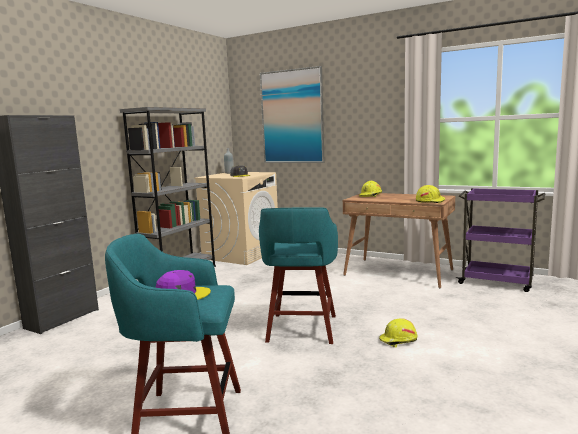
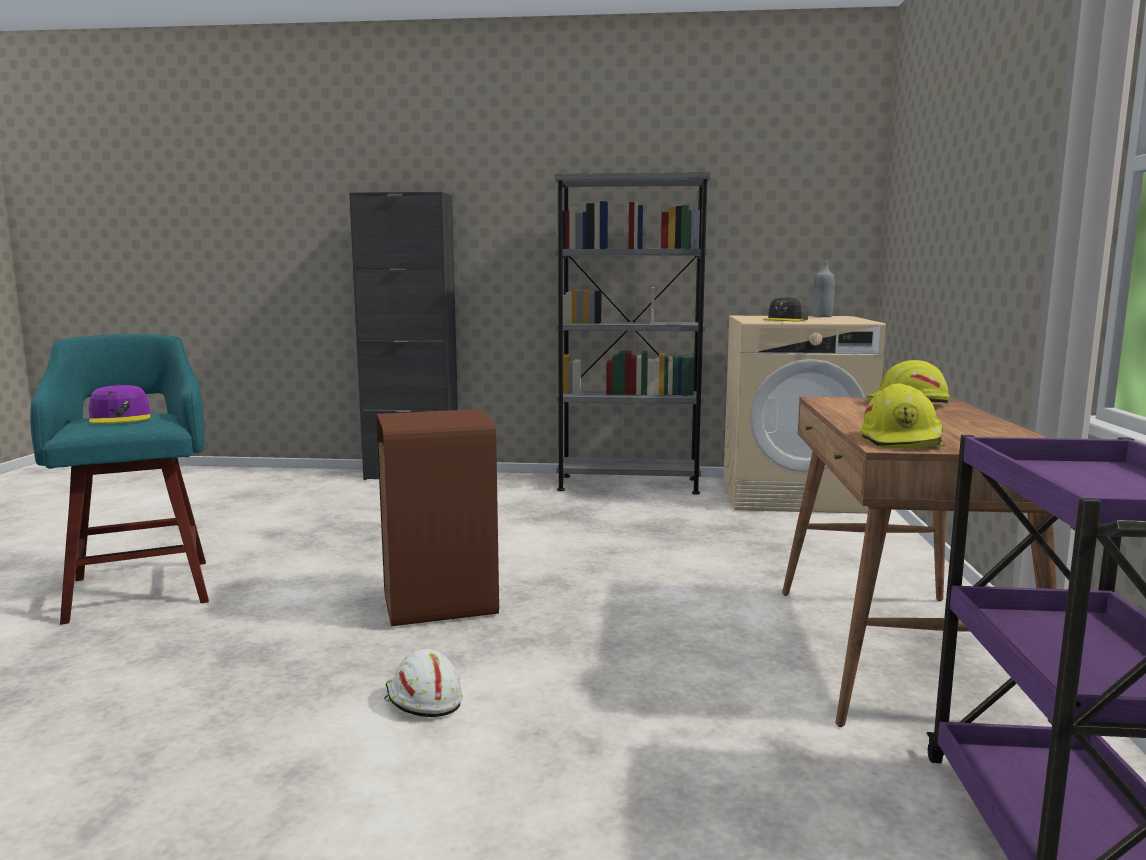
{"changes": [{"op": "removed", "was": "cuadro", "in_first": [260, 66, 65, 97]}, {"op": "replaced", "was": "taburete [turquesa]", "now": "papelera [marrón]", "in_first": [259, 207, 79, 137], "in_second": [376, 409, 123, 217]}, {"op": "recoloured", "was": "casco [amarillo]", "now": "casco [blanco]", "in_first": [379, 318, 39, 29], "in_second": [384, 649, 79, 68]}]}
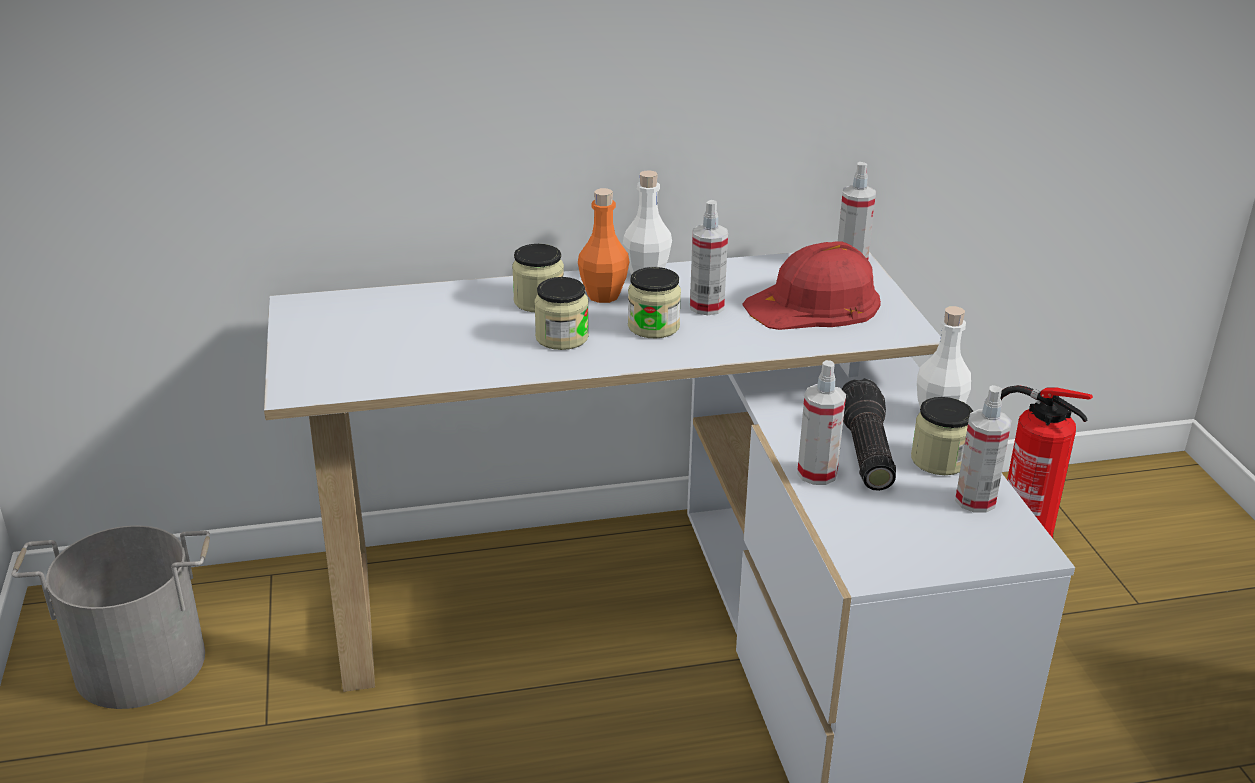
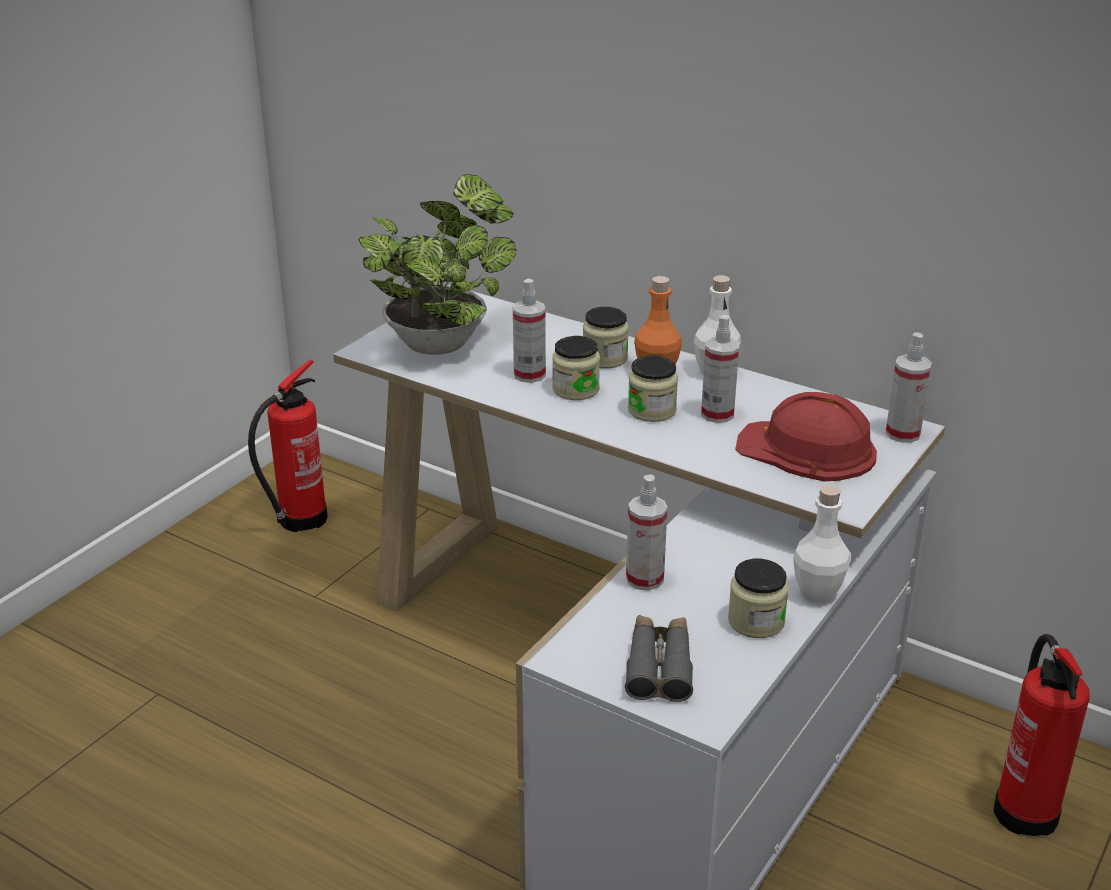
{"changes": [{"op": "removed", "was": "linterna", "in_first": [842, 378, 54, 113]}, {"op": "added", "now": "planta en maceta", "in_second": [358, 174, 159, 181]}, {"op": "added", "now": "prismáticos [gris]", "in_second": [625, 615, 68, 87]}, {"op": "moved", "was": "pulverizador", "in_first": [955, 385, 57, 128], "in_second": [513, 279, 33, 104]}, {"op": "replaced", "was": "cubo [gris]", "now": "extintor", "in_first": [11, 525, 199, 184], "in_second": [248, 360, 80, 172]}]}
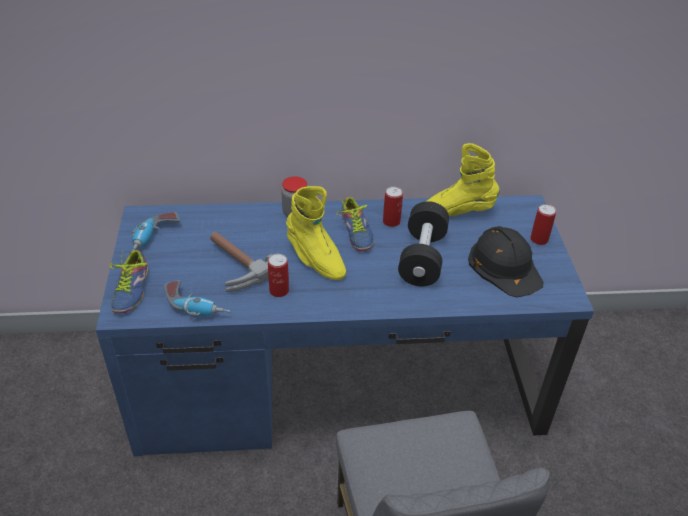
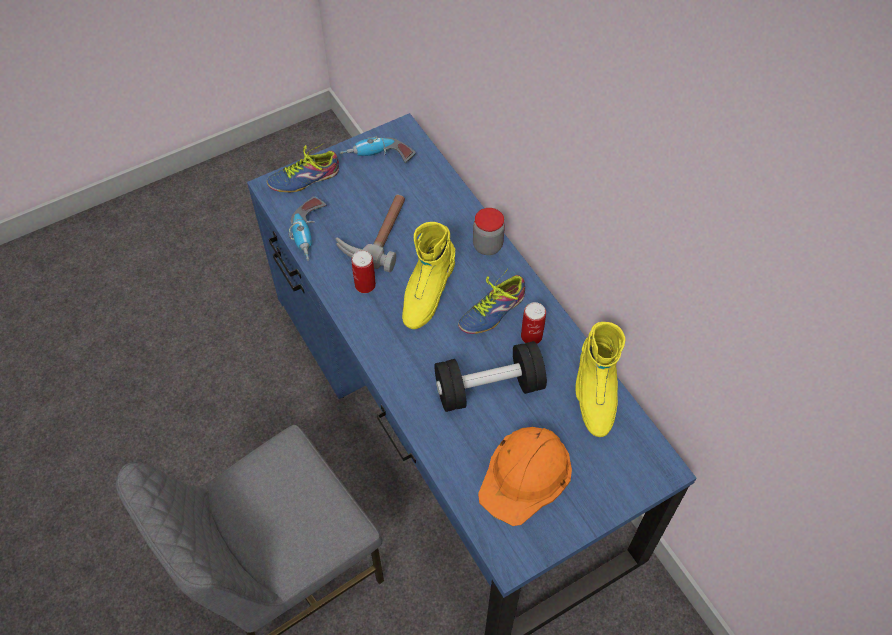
{"changes": [{"op": "removed", "was": "lata", "in_first": [530, 204, 26, 41]}, {"op": "recoloured", "was": "casco [negro]", "now": "casco [naranja]", "in_first": [468, 226, 76, 72], "in_second": [478, 427, 94, 99]}, {"op": "turned", "was": "bota [amarillo]", "in_first": [427, 143, 73, 73], "in_second": [575, 322, 50, 115], "clockwise": -150}]}
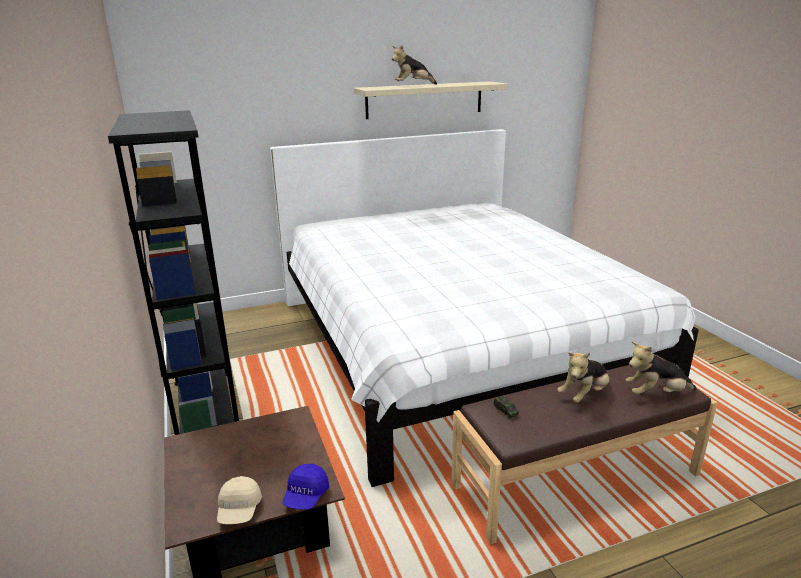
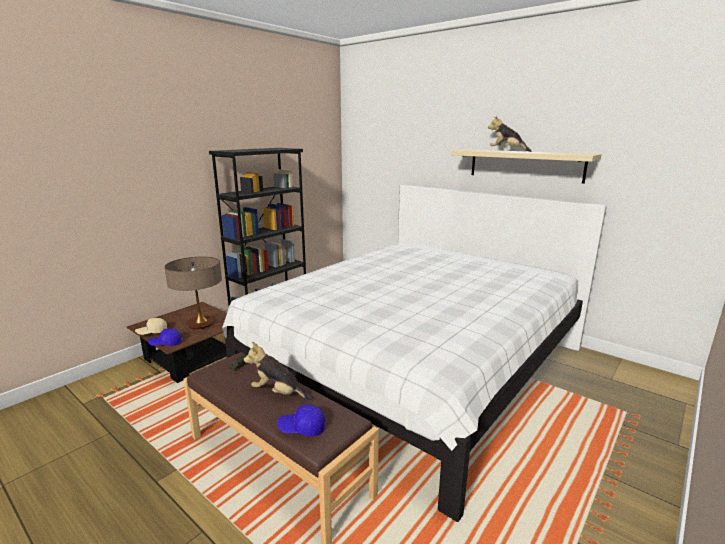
{"changes": [{"op": "added", "now": "lámpara de mesa", "in_second": [164, 257, 58, 73]}, {"op": "replaced", "was": "peluche", "now": "gorra [azul]", "in_first": [626, 342, 71, 52], "in_second": [277, 404, 48, 32]}]}
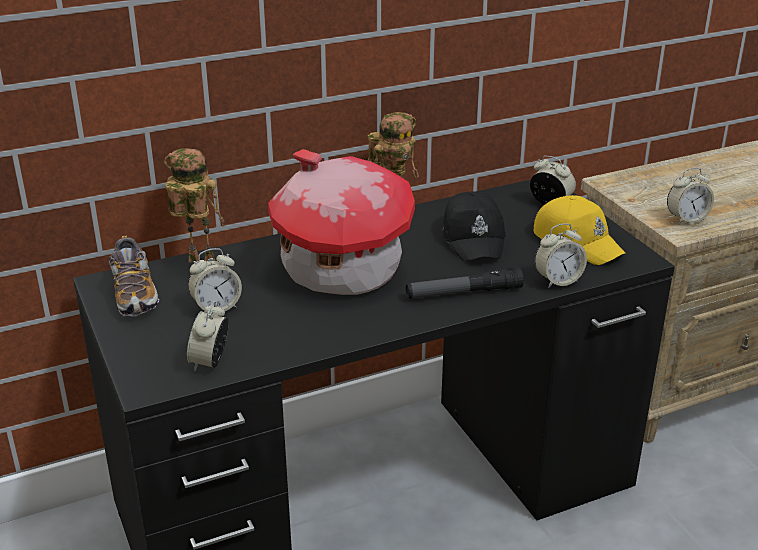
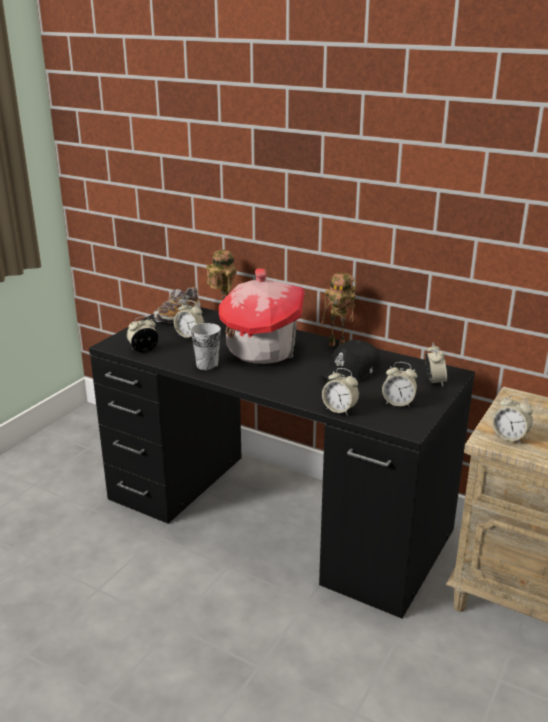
{"changes": [{"op": "removed", "was": "linterna", "in_first": [406, 268, 117, 31]}, {"op": "added", "now": "taza", "in_second": [191, 323, 30, 47]}, {"op": "replaced", "was": "gorra [amarillo]", "now": "despertador", "in_first": [534, 195, 91, 70], "in_second": [382, 362, 35, 45]}]}
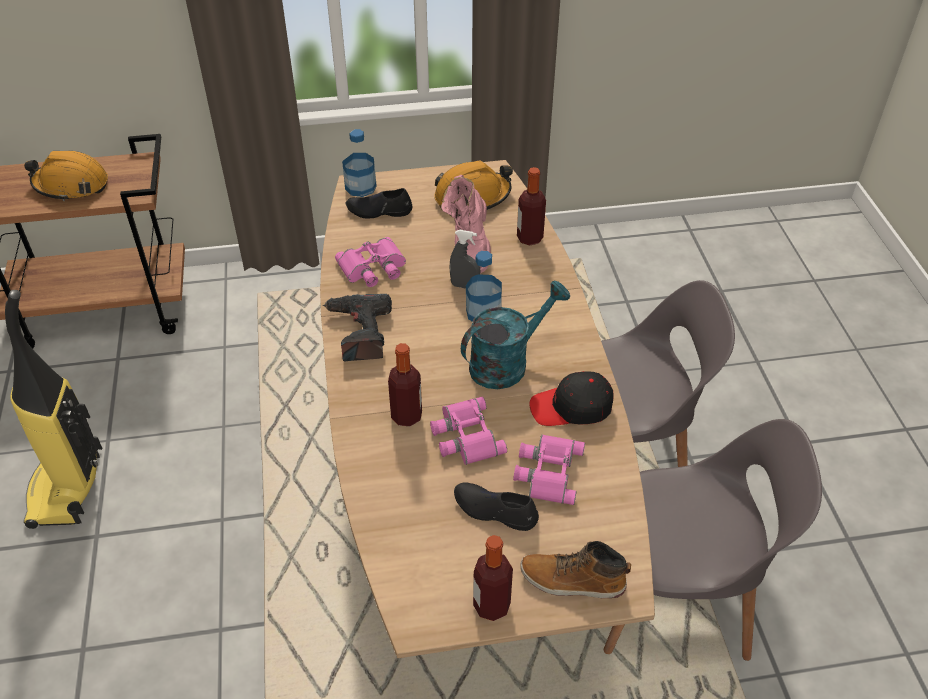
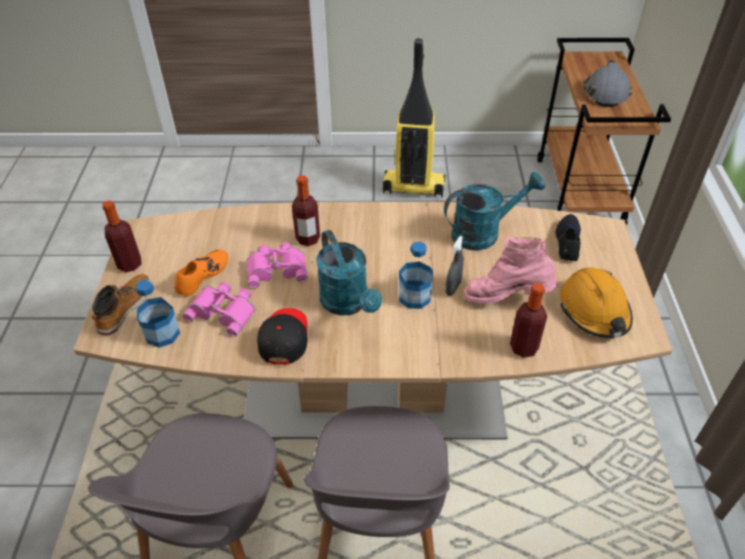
{"changes": [{"op": "removed", "was": "taladro", "in_first": [322, 294, 70, 67]}, {"op": "moved", "was": "botella", "in_first": [342, 129, 35, 68], "in_second": [136, 279, 44, 69]}, {"op": "replaced", "was": "prismáticos [rosa]", "now": "regadera [turquesa]", "in_first": [335, 237, 71, 50], "in_second": [444, 172, 101, 78]}, {"op": "recoloured", "was": "casco [naranja]", "now": "casco [gris]", "in_first": [24, 151, 84, 50], "in_second": [584, 60, 48, 47]}, {"op": "recoloured", "was": "zapato [negro]", "now": "zapato [naranja]", "in_first": [454, 482, 85, 49], "in_second": [174, 250, 54, 46]}]}
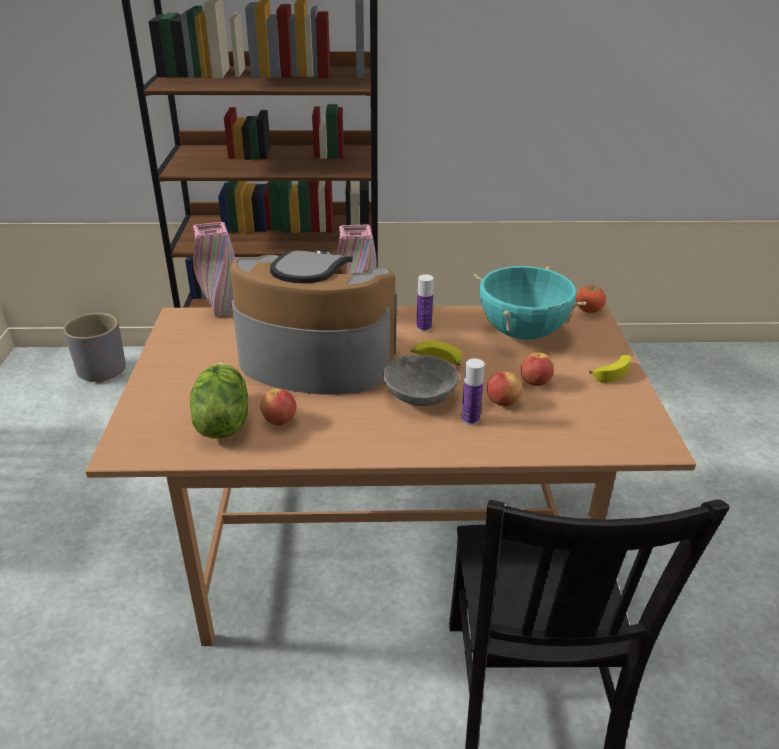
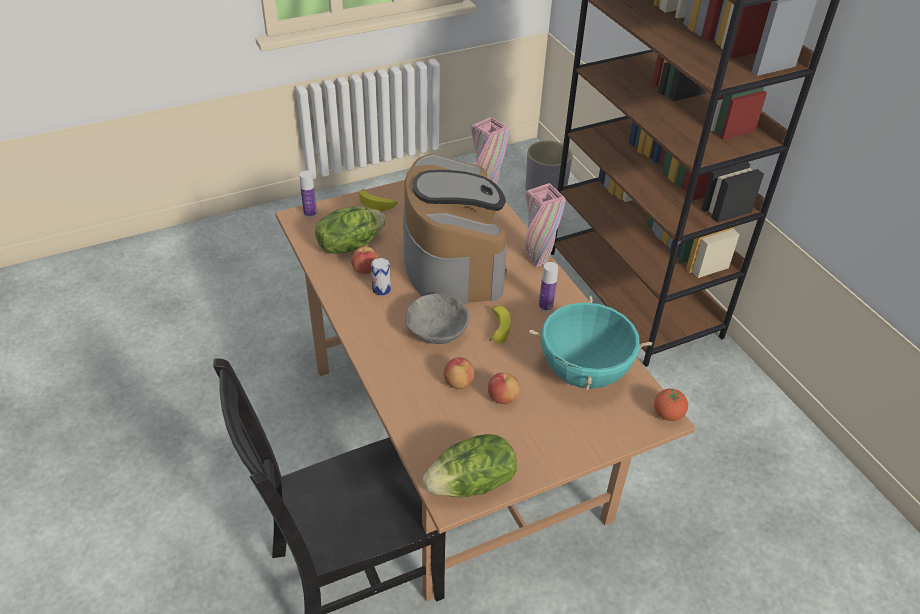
{"changes": [{"op": "added", "now": "lata", "in_second": [371, 258, 20, 38]}, {"op": "added", "now": "lechuga", "in_second": [423, 434, 94, 63]}, {"op": "moved", "was": "botella", "in_first": [461, 358, 23, 67], "in_second": [299, 171, 18, 46]}, {"op": "moved", "was": "plátano", "in_first": [589, 354, 42, 29], "in_second": [359, 189, 39, 22]}]}
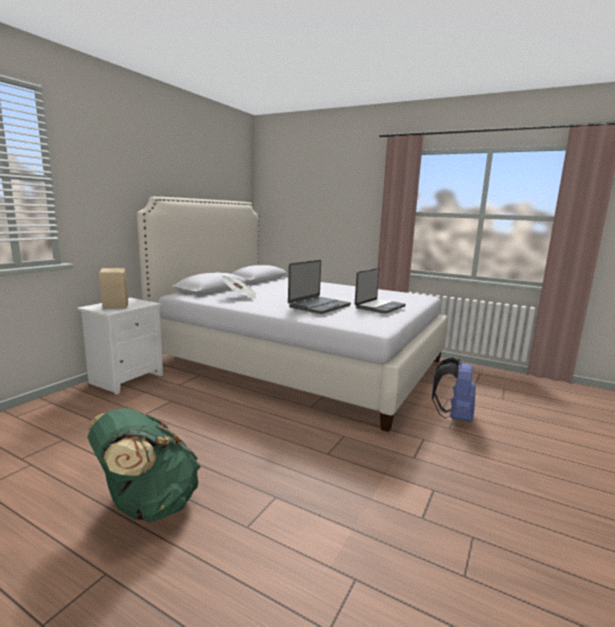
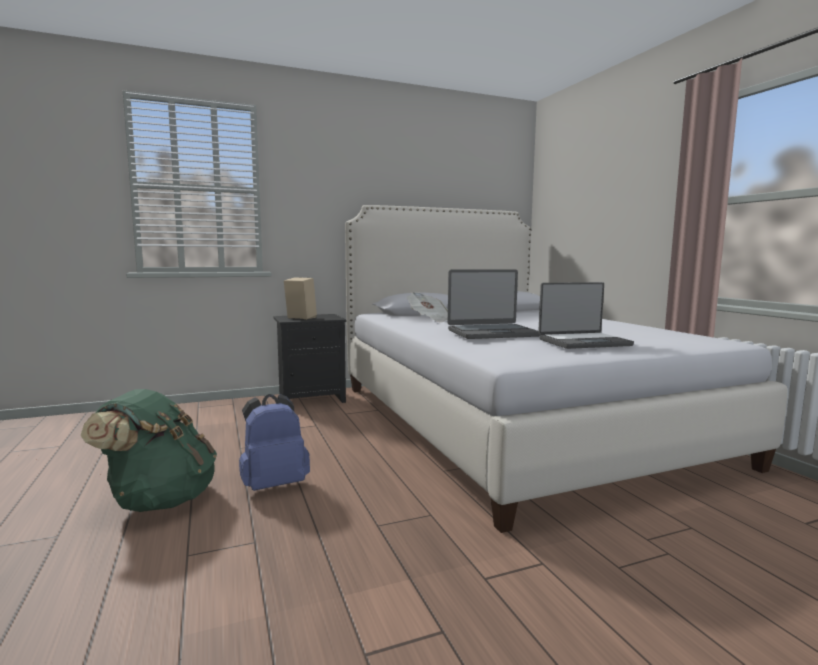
{"changes": [{"op": "moved", "was": "mochila [azul]", "in_first": [432, 358, 44, 64], "in_second": [239, 394, 71, 97]}, {"op": "recoloured", "was": "mesita de noche [blanco]", "now": "mesita de noche [negro]", "in_first": [77, 298, 86, 97], "in_second": [273, 314, 74, 89]}]}
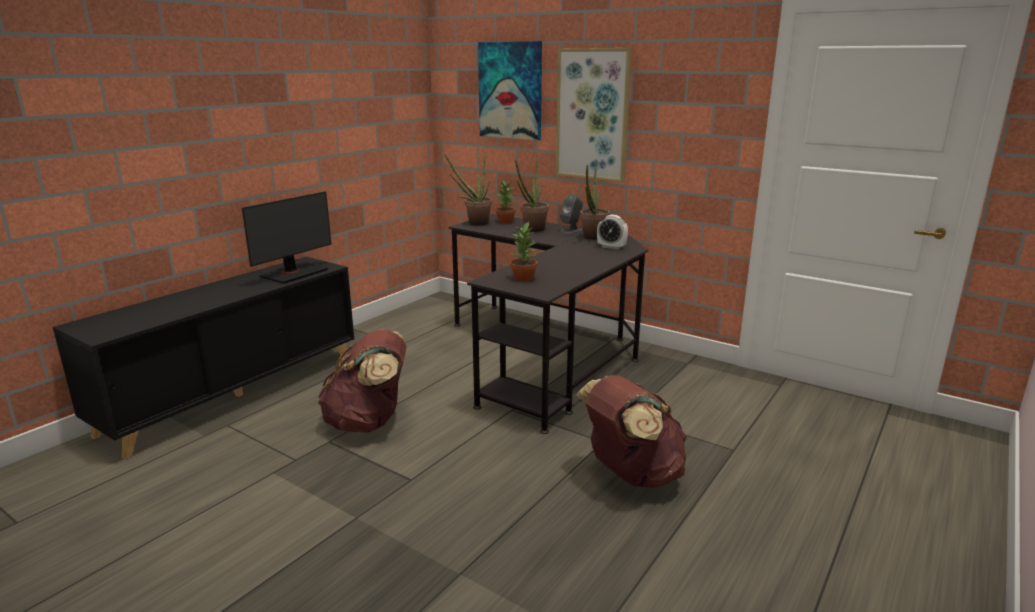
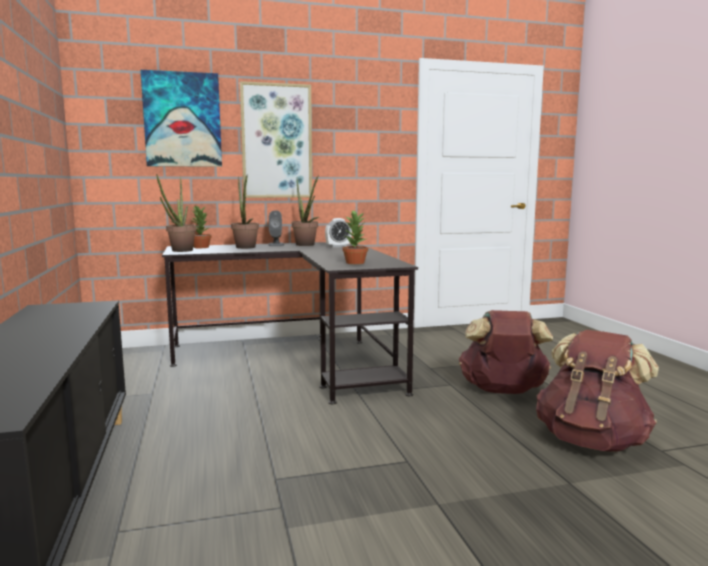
{"changes": [{"op": "removed", "was": "monitor", "in_first": [242, 191, 89, 92]}, {"op": "moved", "was": "mochila [marrón]", "in_first": [318, 330, 89, 103], "in_second": [536, 330, 123, 122]}]}
